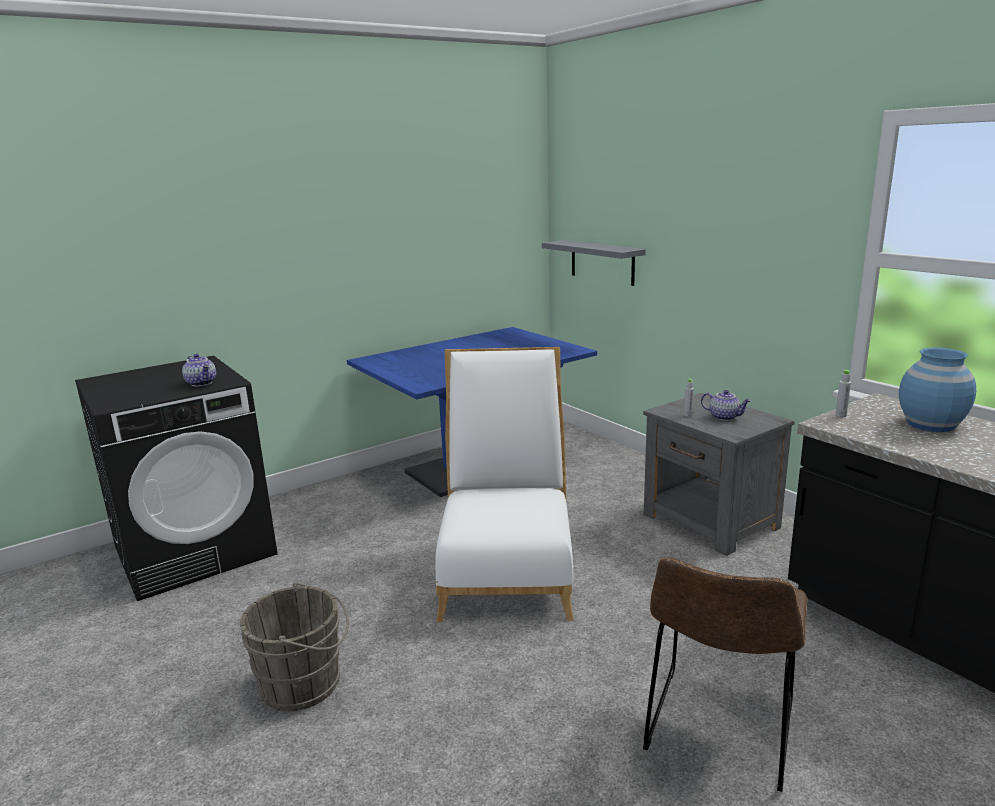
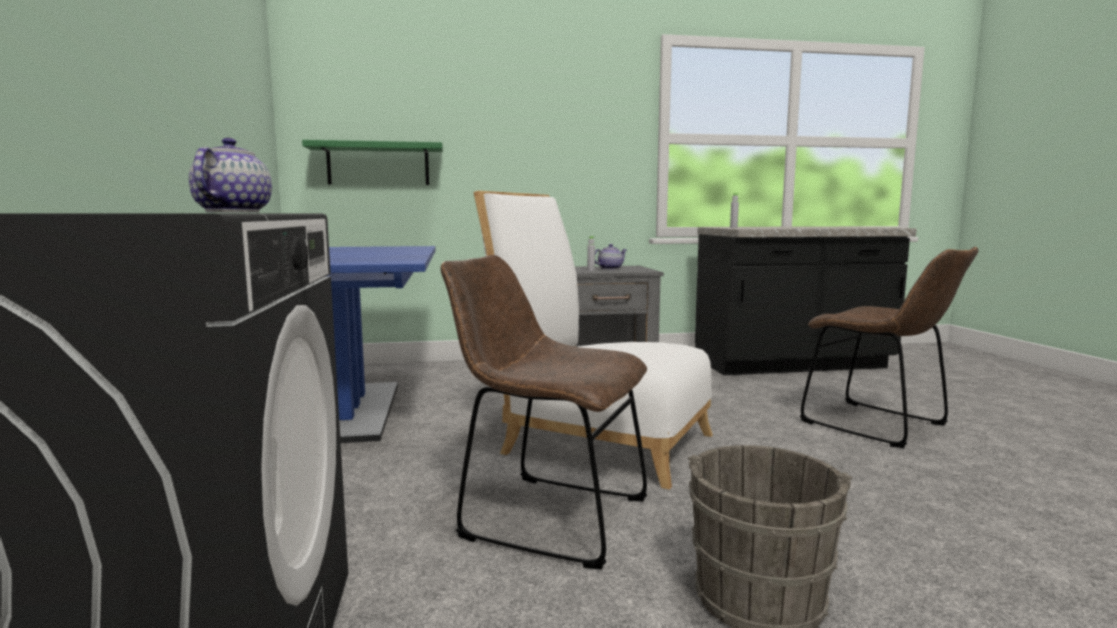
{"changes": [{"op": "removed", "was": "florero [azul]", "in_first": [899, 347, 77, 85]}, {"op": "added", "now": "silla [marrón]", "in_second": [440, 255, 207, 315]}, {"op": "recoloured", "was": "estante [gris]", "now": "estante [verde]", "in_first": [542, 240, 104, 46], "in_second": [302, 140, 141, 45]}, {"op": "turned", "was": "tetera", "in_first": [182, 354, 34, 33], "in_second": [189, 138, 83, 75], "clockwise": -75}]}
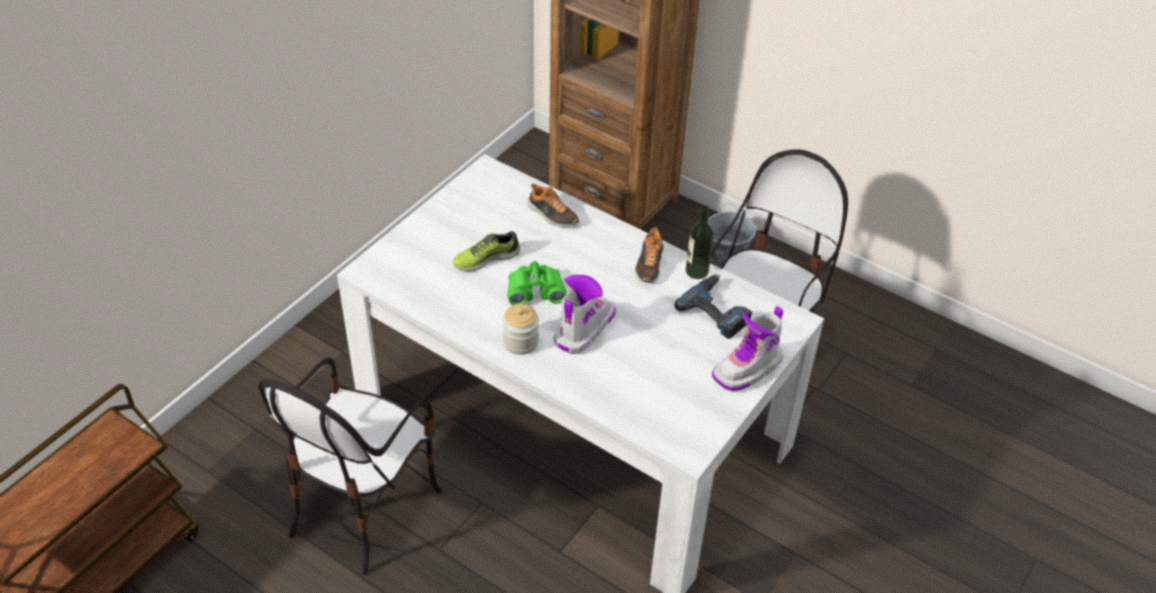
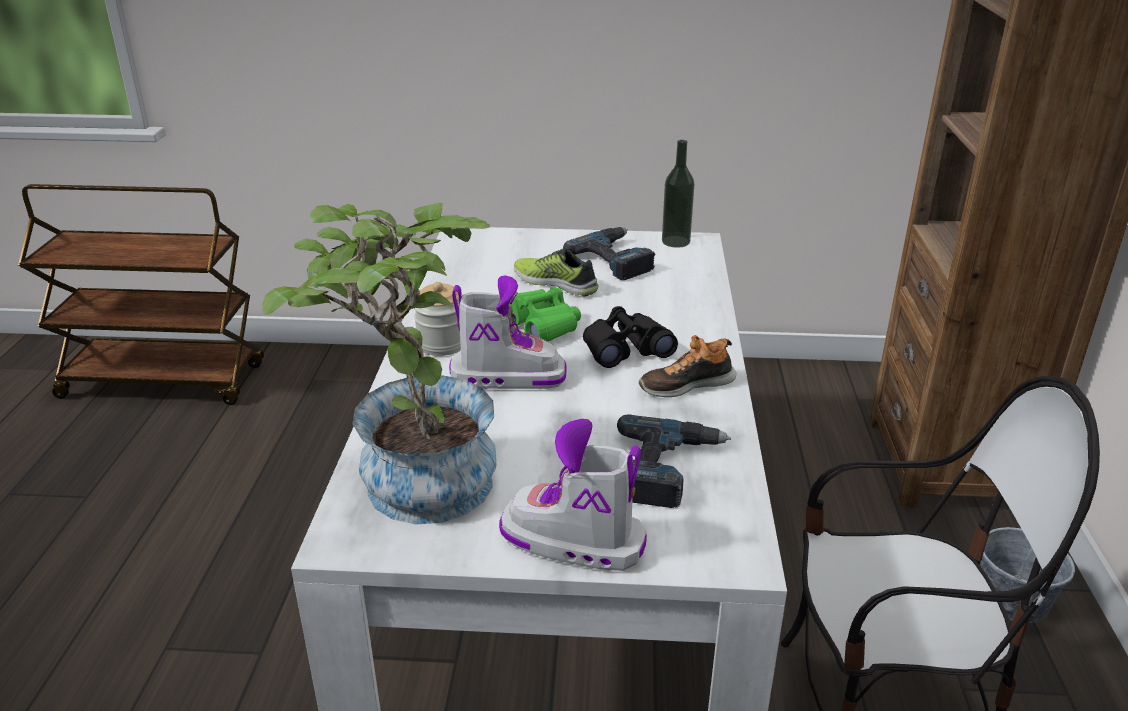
{"changes": [{"op": "removed", "was": "silla", "in_first": [258, 357, 184, 218]}, {"op": "removed", "was": "zapato", "in_first": [527, 184, 52, 43]}, {"op": "added", "now": "planta en maceta", "in_second": [262, 203, 234, 321]}, {"op": "added", "now": "taladro", "in_second": [563, 227, 93, 53]}, {"op": "added", "now": "prismáticos [negro]", "in_second": [583, 306, 95, 62]}, {"op": "moved", "was": "botella", "in_first": [686, 205, 28, 74], "in_second": [662, 140, 32, 108]}]}
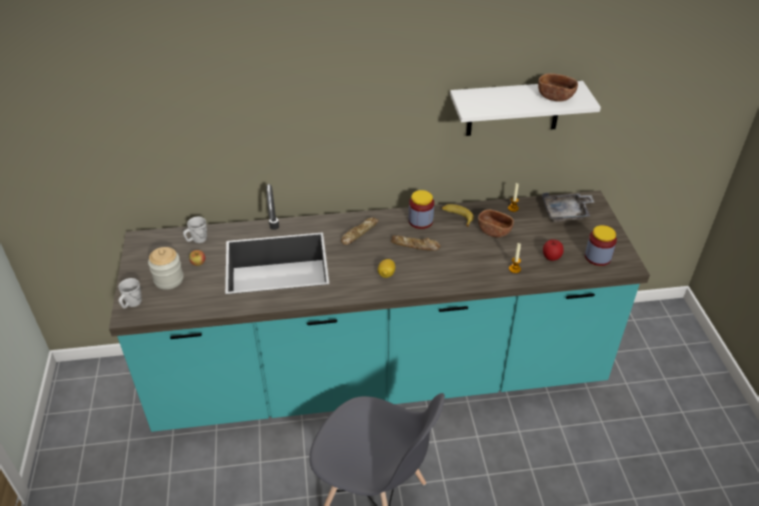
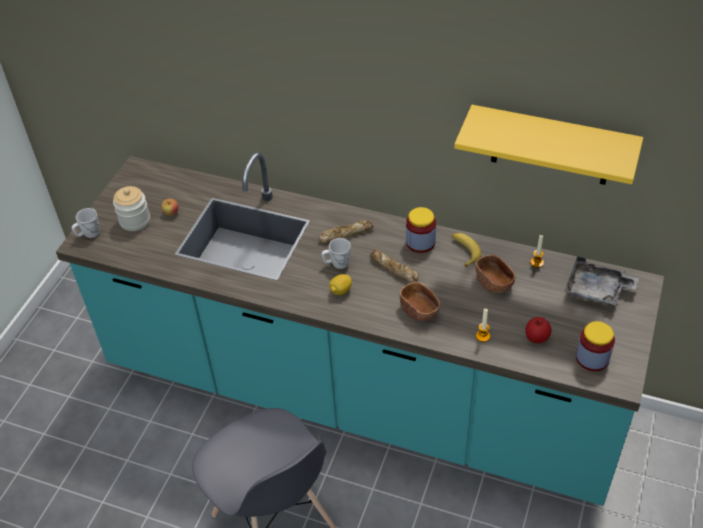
{"changes": [{"op": "moved", "was": "taza grande [blanco]", "in_first": [183, 217, 24, 26], "in_second": [322, 238, 29, 31]}, {"op": "moved", "was": "cuenco [marrón]", "in_first": [538, 73, 40, 29], "in_second": [400, 282, 41, 39]}, {"op": "recoloured", "was": "estante [blanco]", "now": "estante [amarillo]", "in_first": [450, 81, 151, 55], "in_second": [454, 105, 189, 80]}]}
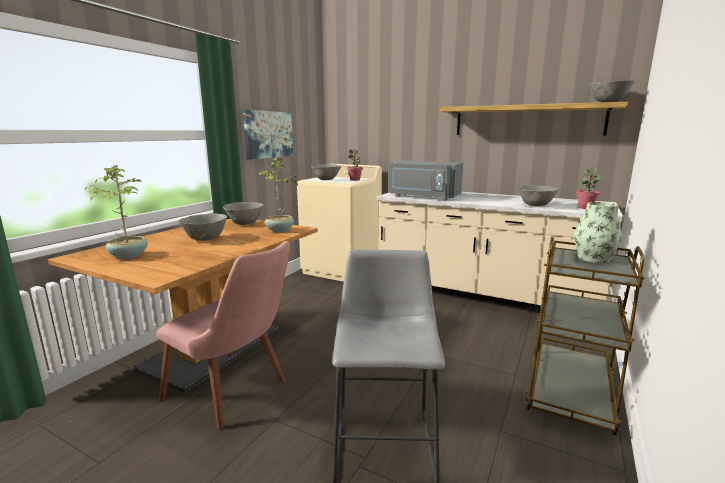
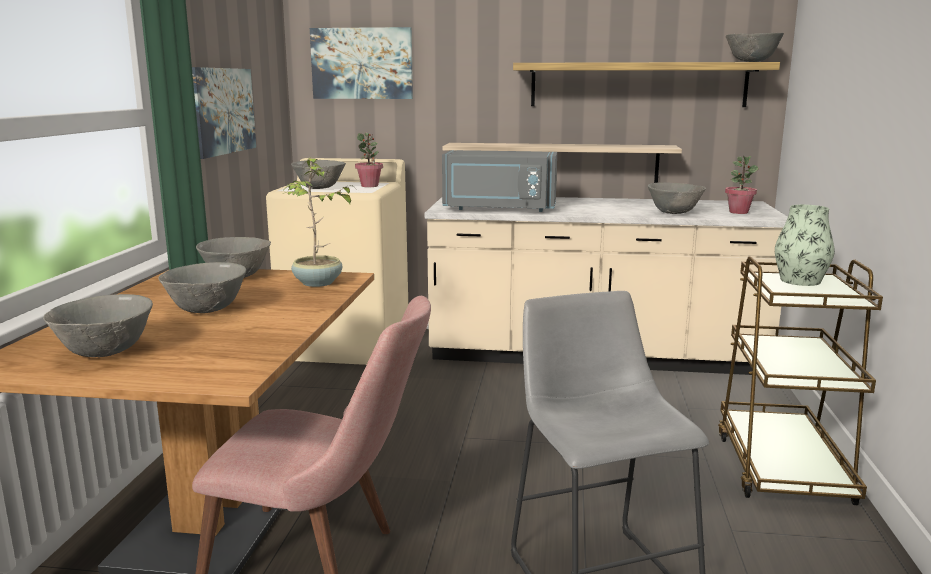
{"changes": [{"op": "added", "now": "cuadro", "in_second": [310, 27, 103, 72]}, {"op": "added", "now": "estante", "in_second": [442, 143, 240, 40]}, {"op": "replaced", "was": "planta en maceta", "now": "cuenco [gris]", "in_first": [85, 166, 63, 93], "in_second": [43, 294, 110, 63]}]}
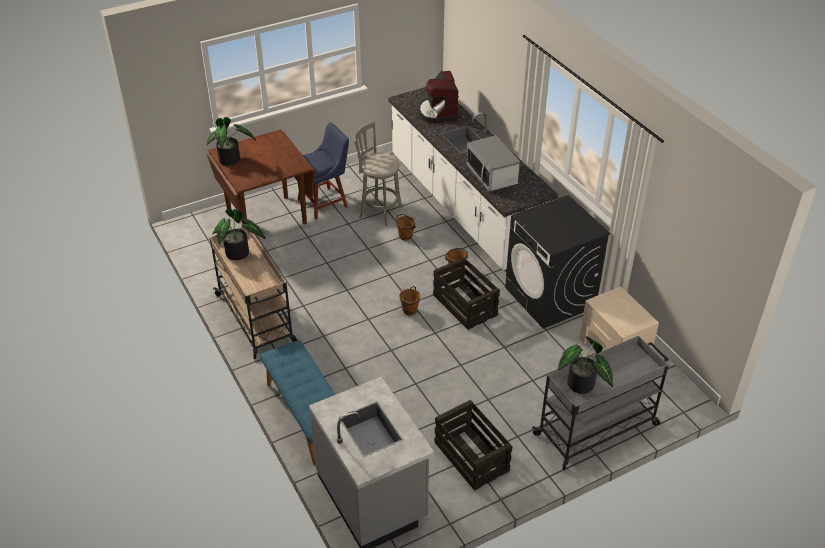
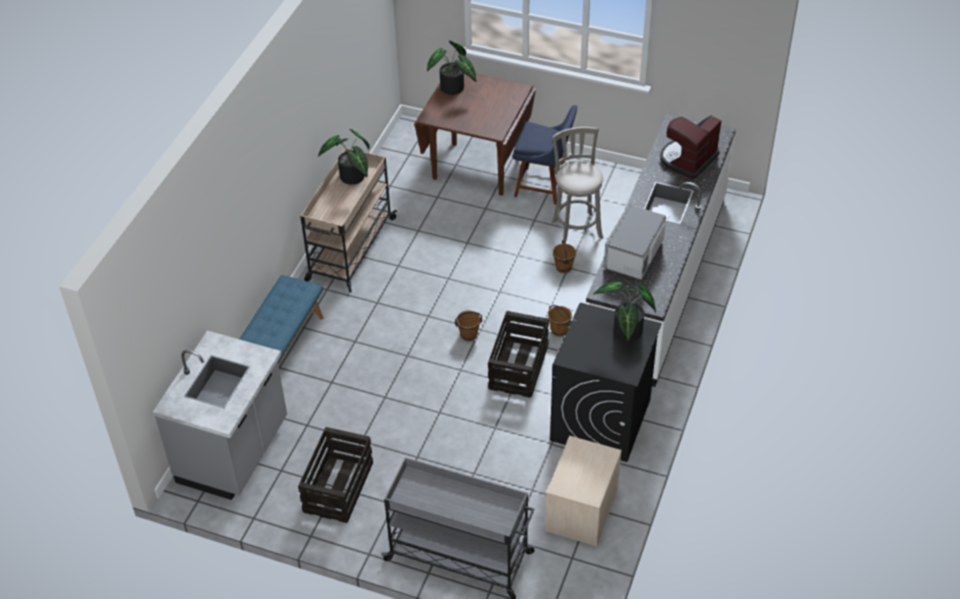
{"changes": [{"op": "moved", "was": "planta en maceta", "in_first": [558, 336, 55, 58], "in_second": [593, 282, 63, 59]}]}
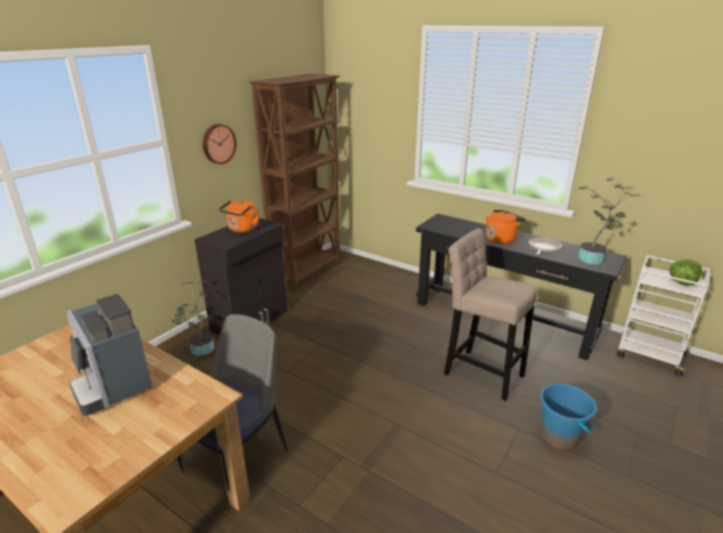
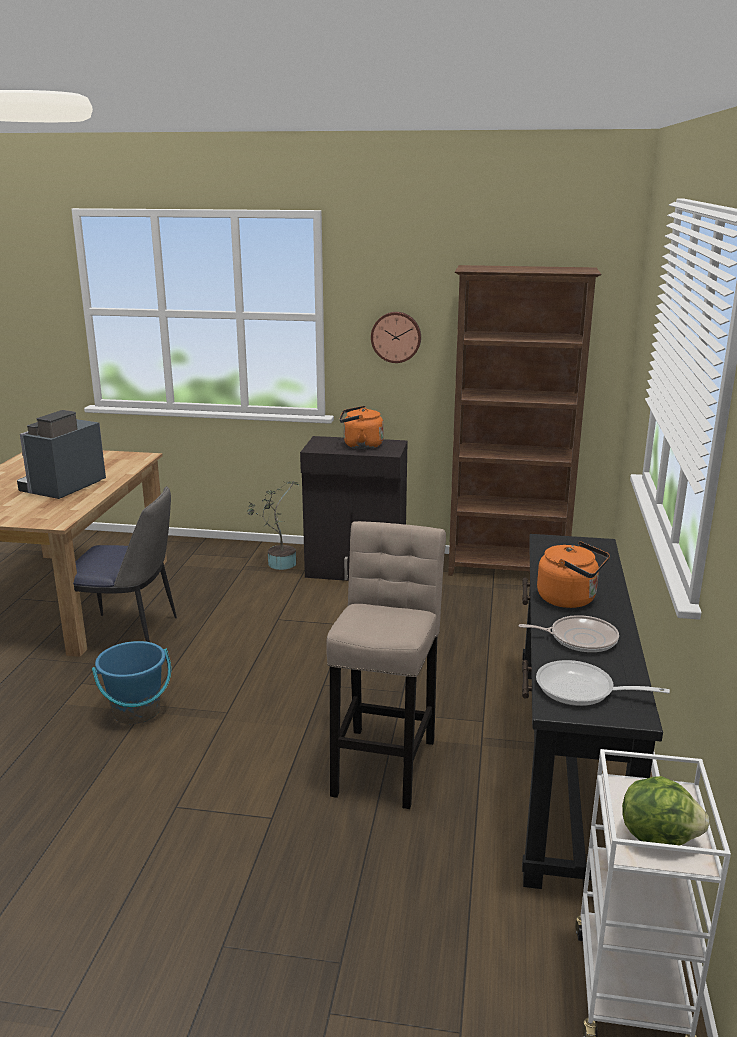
{"changes": [{"op": "moved", "was": "cubo [azul]", "in_first": [540, 382, 57, 68], "in_second": [92, 641, 79, 83]}, {"op": "replaced", "was": "planta en maceta", "now": "sartén", "in_first": [577, 178, 54, 87], "in_second": [536, 660, 134, 46]}]}
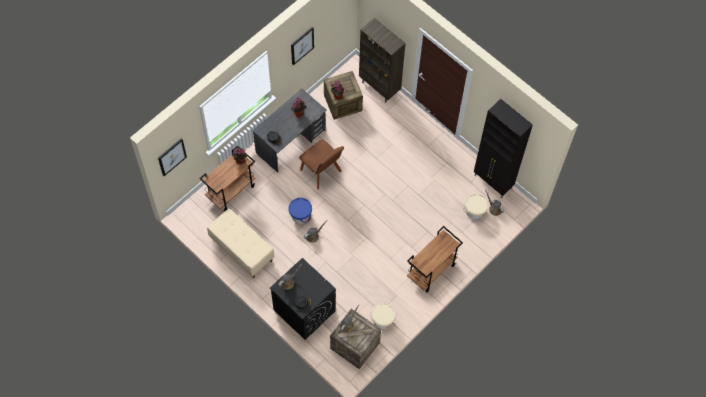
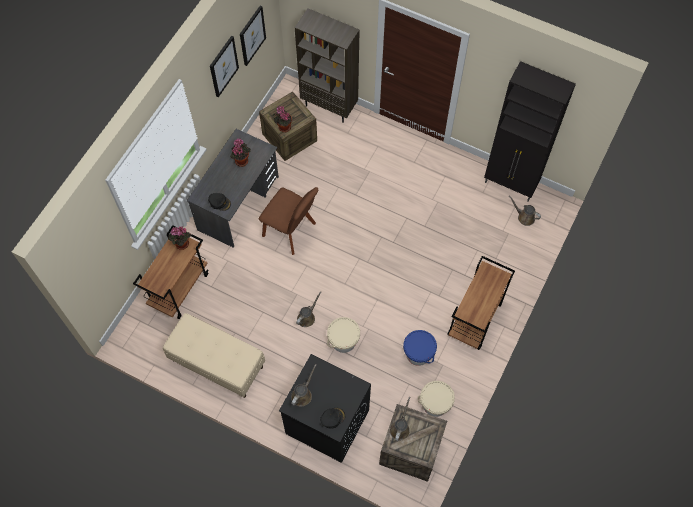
{"changes": [{"op": "moved", "was": "cuadro", "in_first": [158, 138, 29, 38], "in_second": [240, 5, 26, 61]}, {"op": "moved", "was": "cubo [azul]", "in_first": [289, 198, 23, 26], "in_second": [403, 330, 34, 36]}, {"op": "moved", "was": "cubo [beis]", "in_first": [463, 194, 25, 25], "in_second": [327, 317, 33, 36]}]}
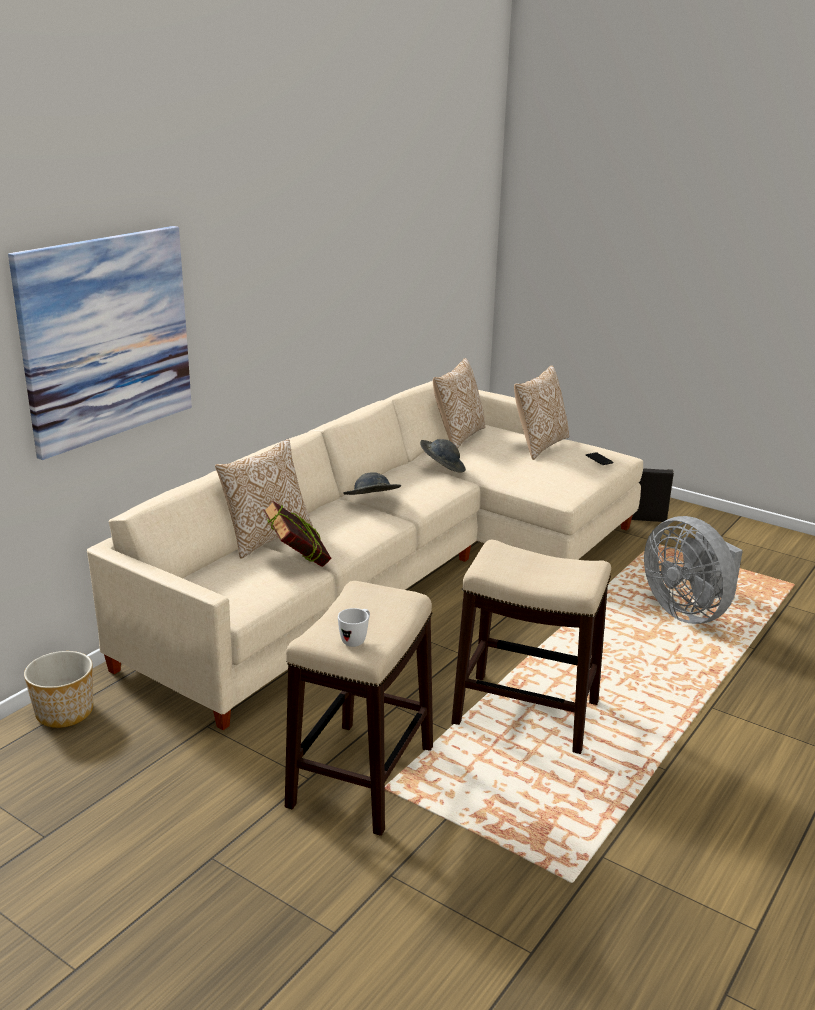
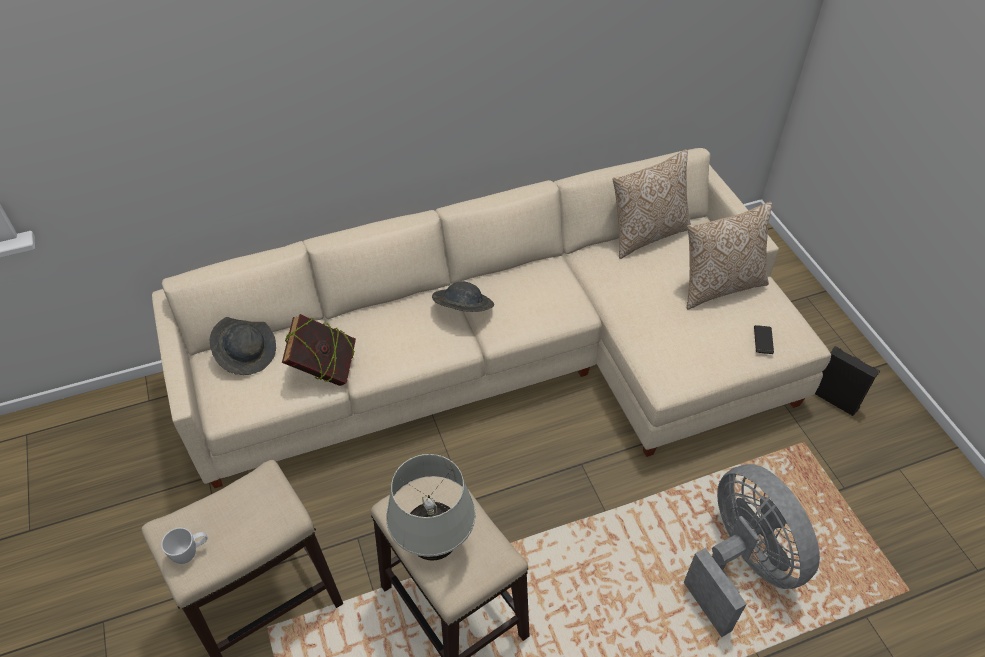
{"changes": [{"op": "removed", "was": "cuadro", "in_first": [8, 226, 184, 234]}, {"op": "removed", "was": "maceta", "in_first": [24, 651, 69, 77]}, {"op": "removed", "was": "cojín", "in_first": [215, 439, 98, 120]}, {"op": "added", "now": "lámpara de mesa [blanco]", "in_second": [386, 454, 90, 107]}, {"op": "moved", "was": "sombrero [gris]", "in_first": [420, 439, 46, 34], "in_second": [210, 317, 66, 58]}, {"op": "turned", "was": "ventilador [gris]", "in_first": [644, 516, 99, 108], "in_second": [684, 464, 136, 173], "clockwise": 150}]}
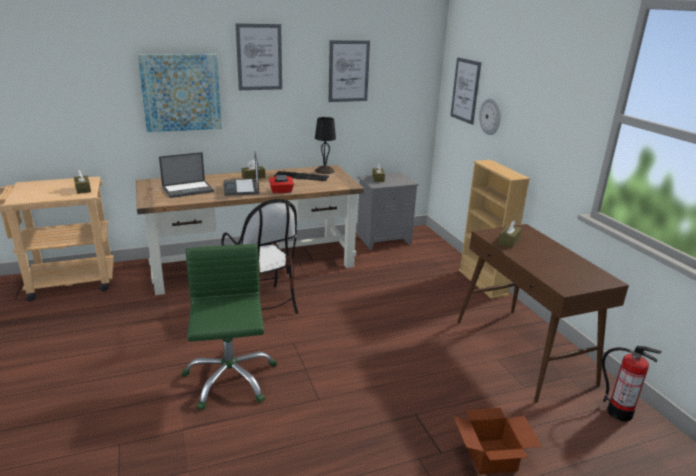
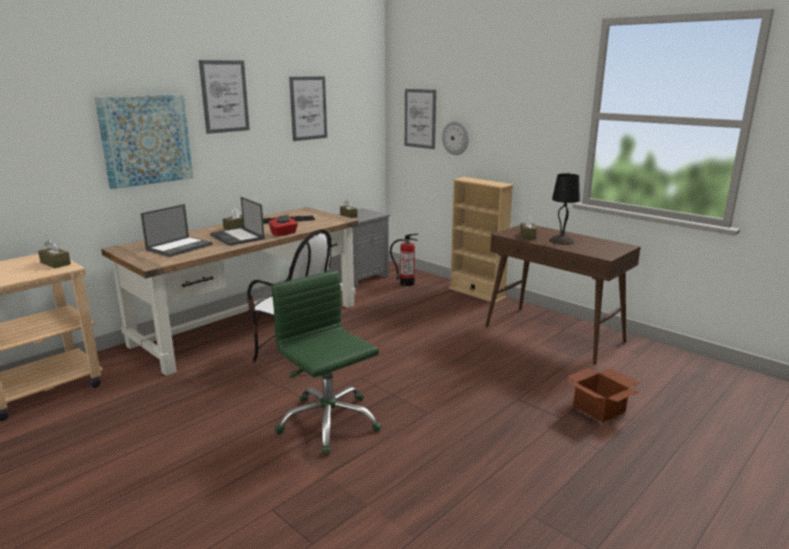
{"changes": [{"op": "moved", "was": "lámpara de mesa [negro]", "in_first": [315, 117, 21, 57], "in_second": [549, 173, 31, 72]}, {"op": "moved", "was": "extintor", "in_first": [602, 346, 60, 75], "in_second": [390, 234, 28, 52]}]}
